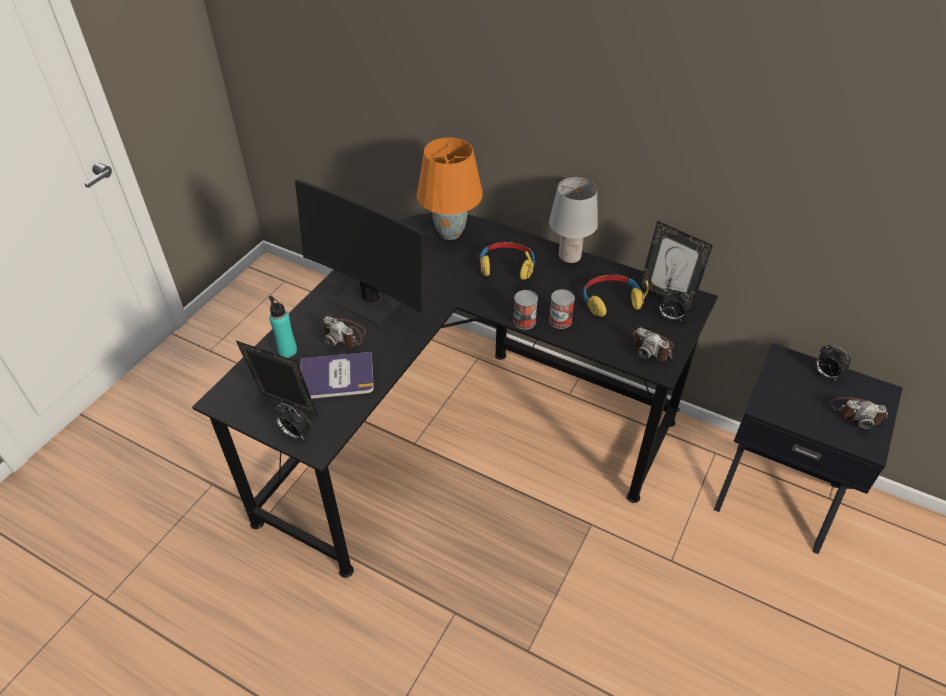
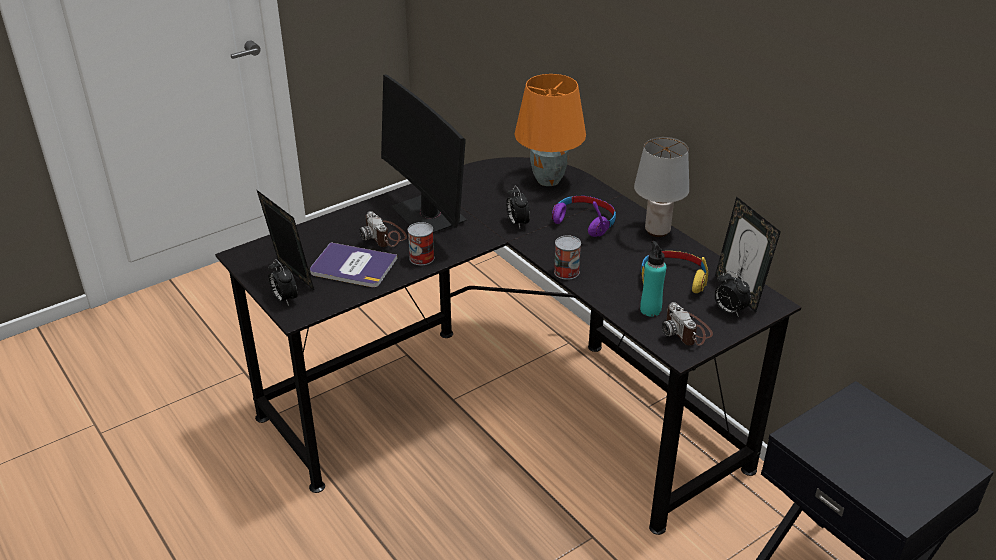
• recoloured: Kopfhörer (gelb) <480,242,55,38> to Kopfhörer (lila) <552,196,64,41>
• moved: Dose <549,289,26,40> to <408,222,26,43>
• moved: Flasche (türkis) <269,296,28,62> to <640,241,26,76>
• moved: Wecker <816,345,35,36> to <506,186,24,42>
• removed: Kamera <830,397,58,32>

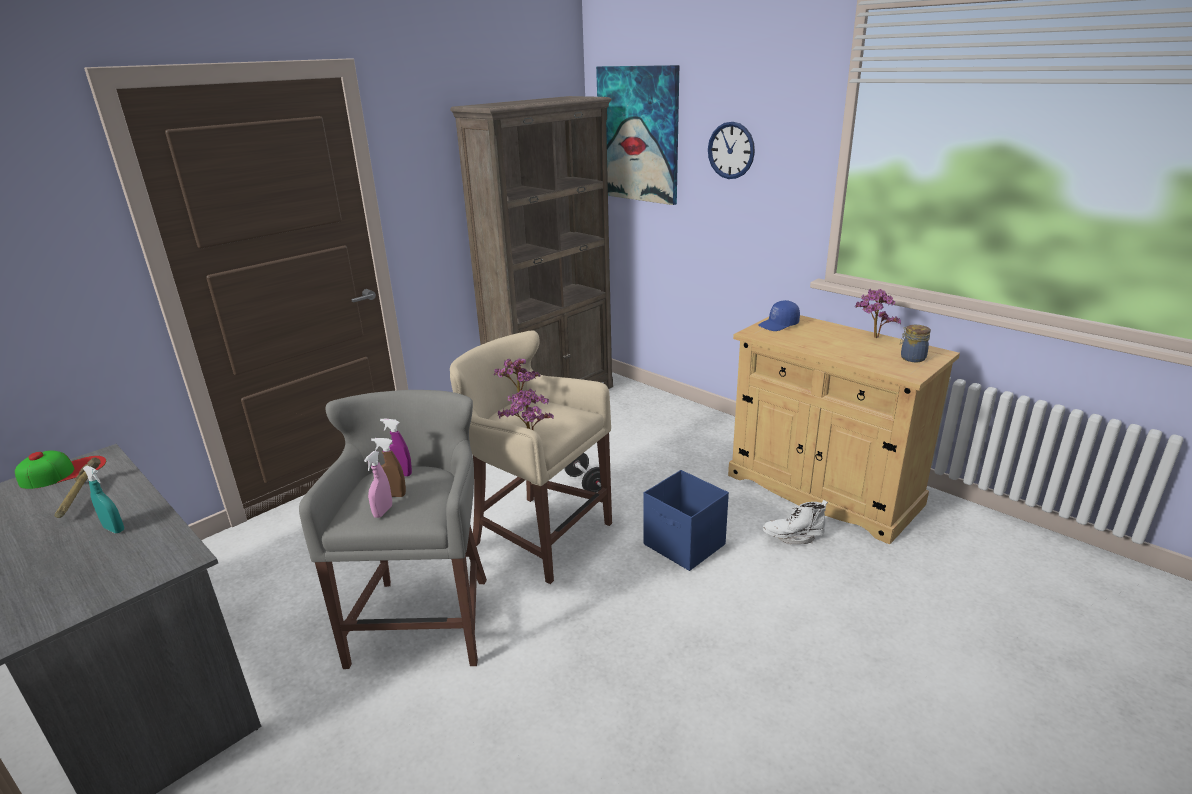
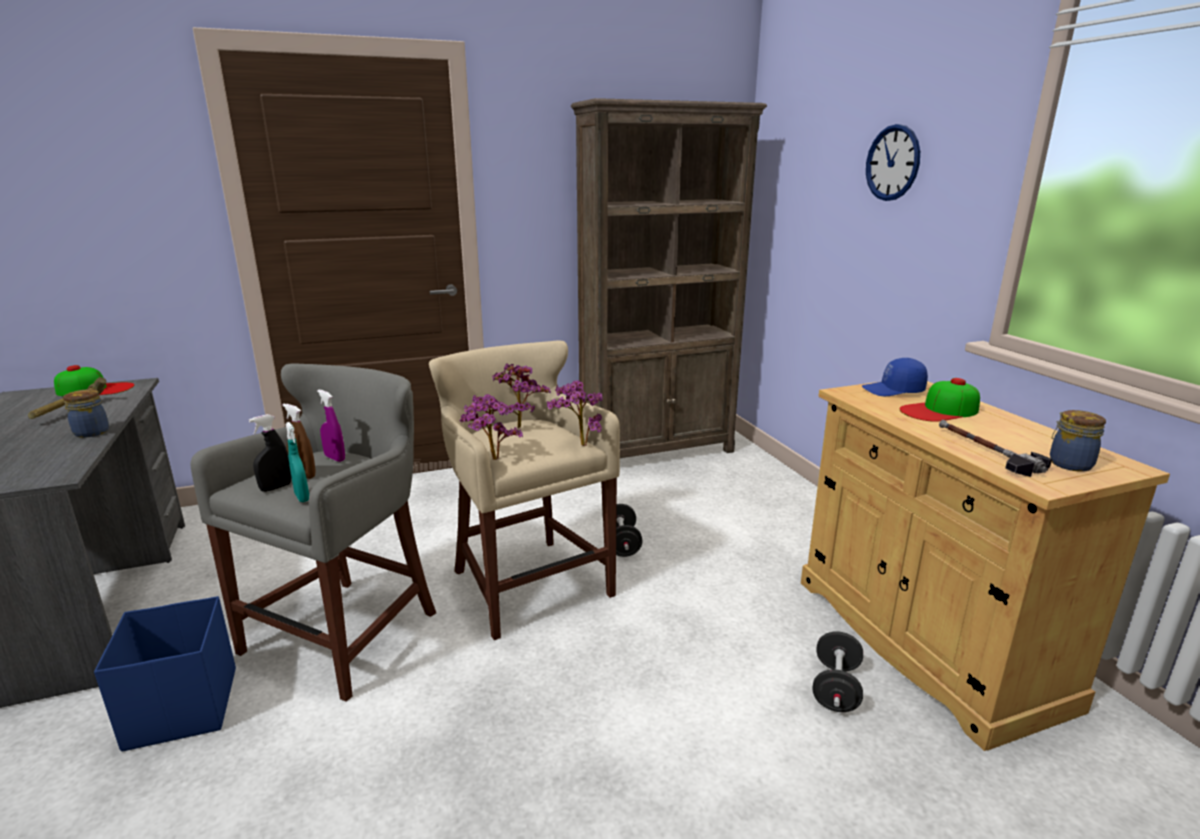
• removed: Bild <596,65,83,140>
• moved: Topfpflanze <855,289,46,49> to <547,380,55,66>
• recoloured: Sprühflasche (rosa) <364,451,28,67> to Sprühflasche (schwarz) <249,414,42,78>
• moved: Sprühflasche (türkis) <83,465,41,68> to <285,422,24,80>
• moved: Aufbewahrungsbox (blau) <643,470,86,101> to <94,596,142,155>
• replaced: Stiefel (weiß) <762,500,66,44> to Hantel (schwarz) <813,631,50,81>
• added: Kappe <900,378,80,44>
• added: Vorratsglas <63,389,46,49>
• added: Hammer <939,420,113,57>

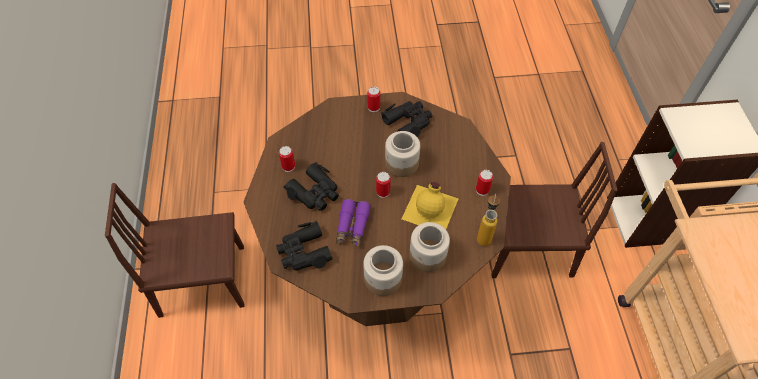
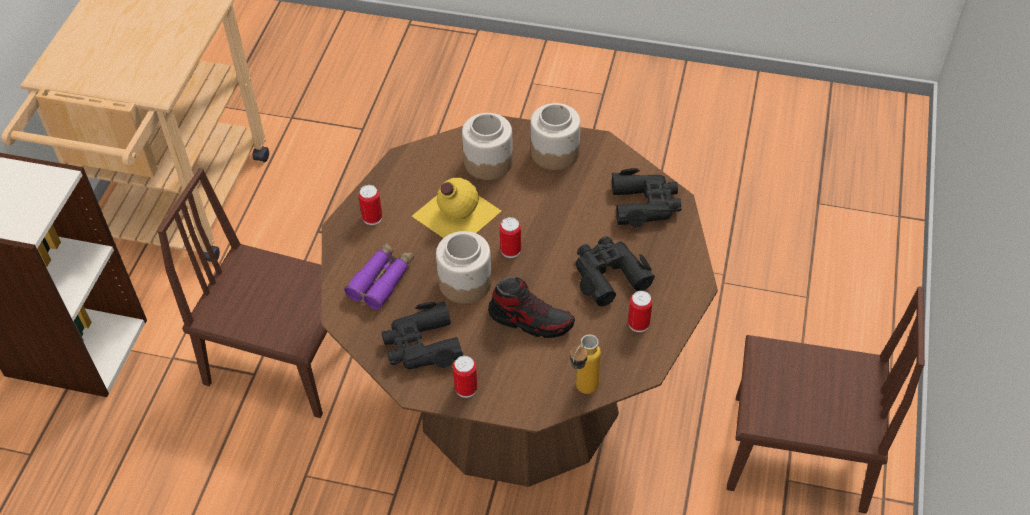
• moved: Flasche <477,193,23,53> to <570,335,31,59>
• moved: Fernglas (lila) <336,199,35,48> to <344,242,70,68>
• added: Schuh <488,277,87,61>

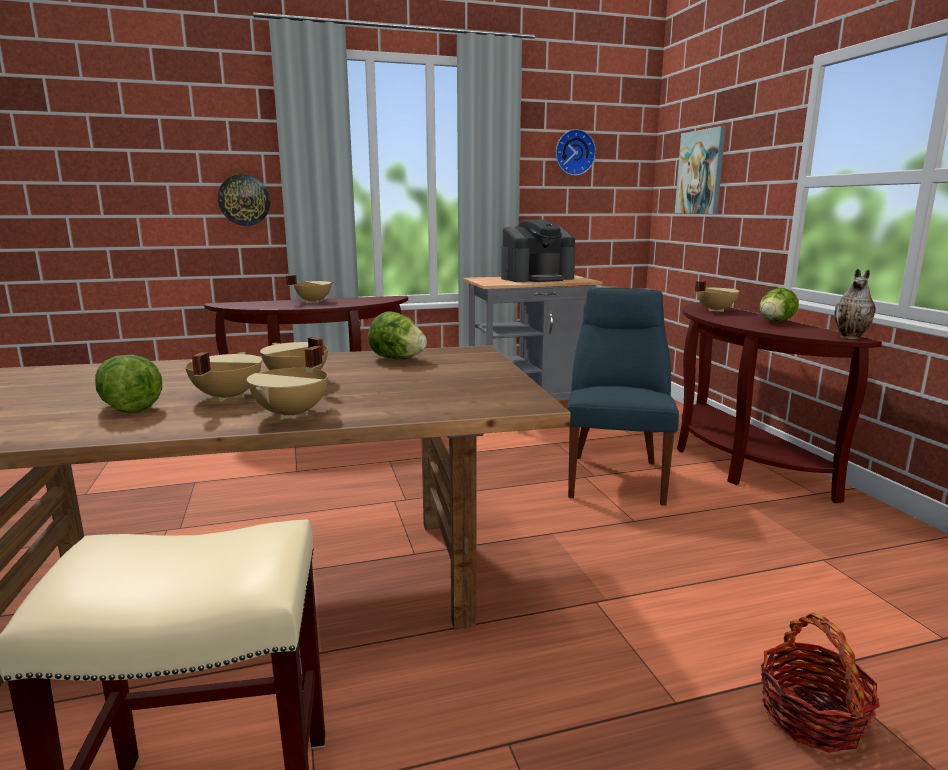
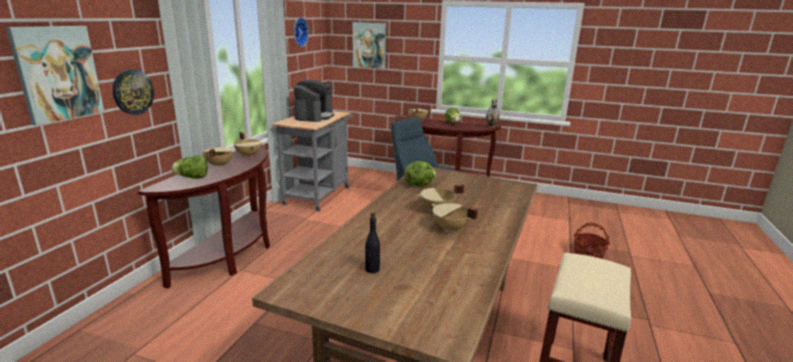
• moved: Kochtopf (beige) <247,346,81,74> to <234,132,28,25>
• moved: Salatkopf <95,355,67,58> to <171,155,37,24>
• added: Bild <6,26,98,100>
• added: Flasche (schwarz) <365,212,15,61>

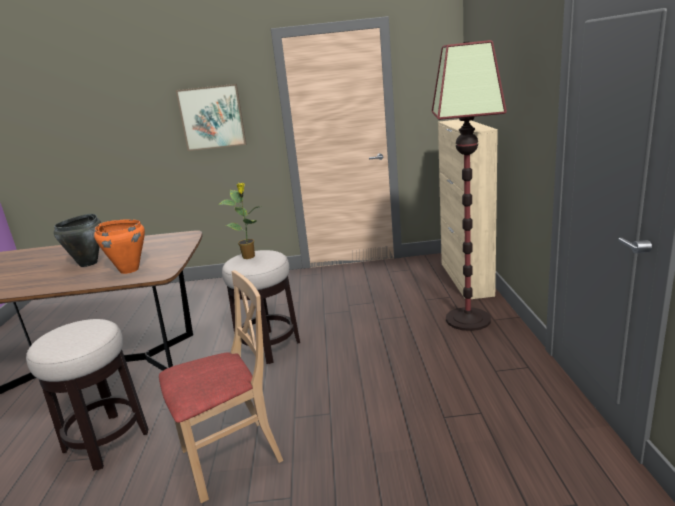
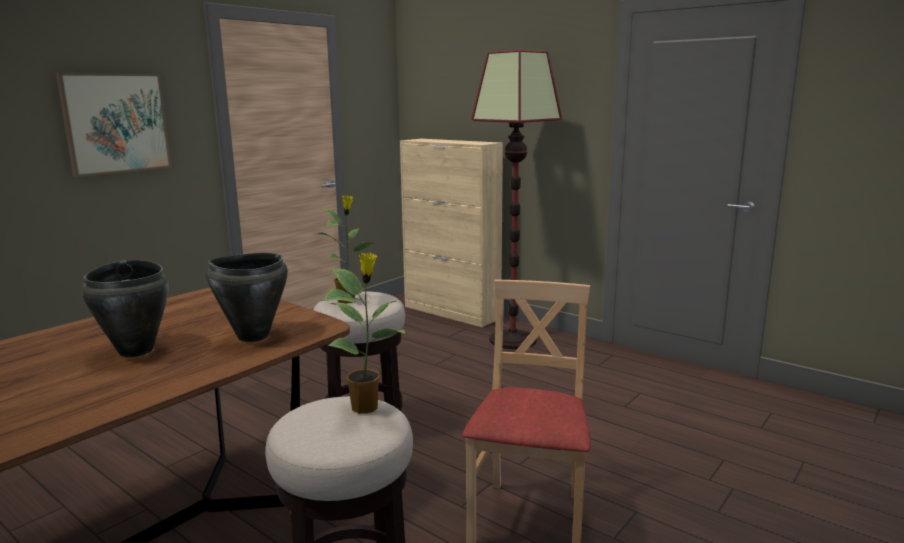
• recoloured: Kochtopf (orange) <94,219,51,55> to Kochtopf (schwarz) <206,253,82,89>
• added: Topfpflanze <322,252,84,162>

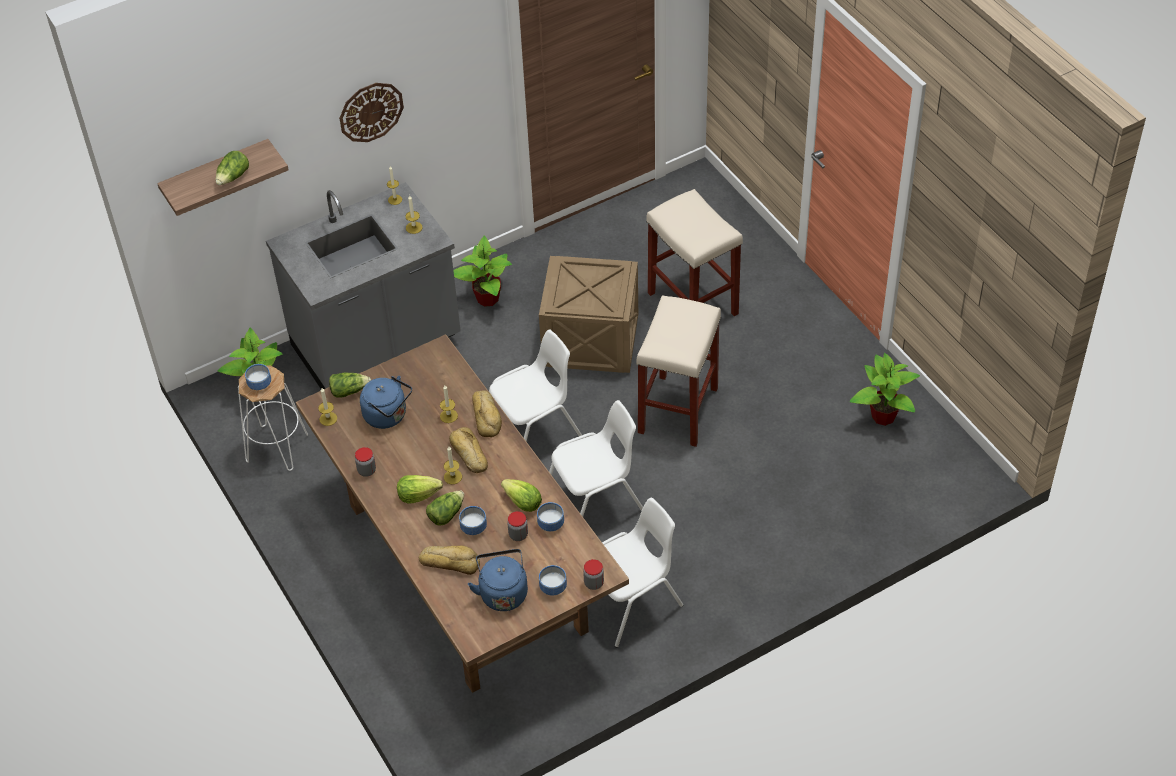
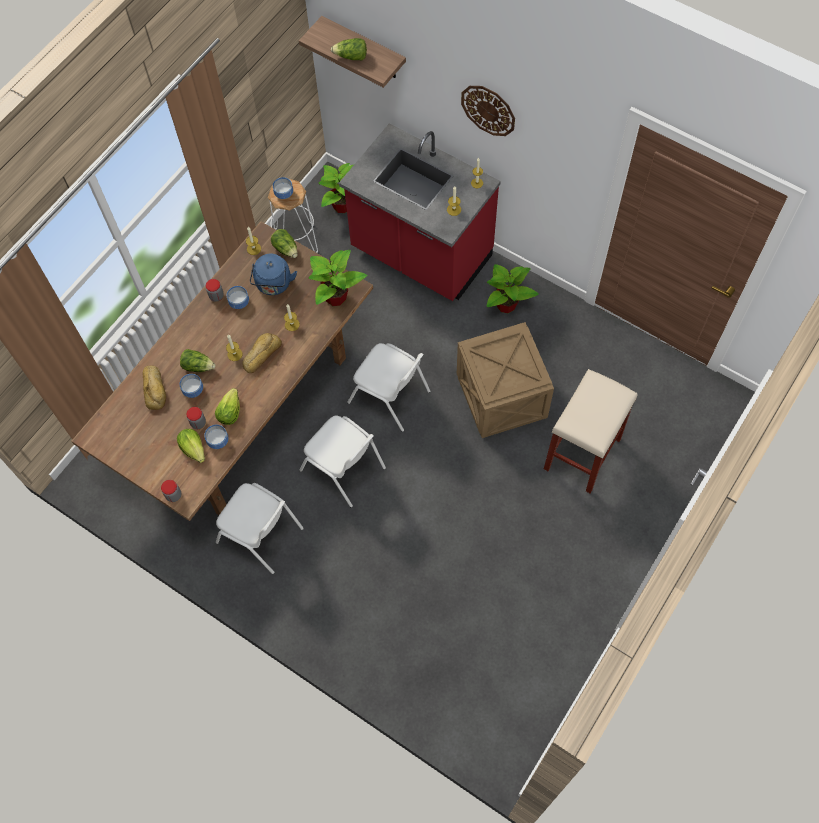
• recoloured: Küchenzeile (grau) <266,182,195,207> to Küchenzeile (rot) <339,123,162,178>
• removed: Hocker (beige) <636,295,85,152>
• moved: Topfpflanze <850,353,70,73> to <308,250,59,56>
• removed: Brot <472,390,30,47>
• moved: Salatkopf <397,475,46,29> to <177,429,28,34>
• removed: Wasserkessel (blau) <468,549,60,62>
• moved: Schüssel <539,565,28,30> to <227,286,22,23>

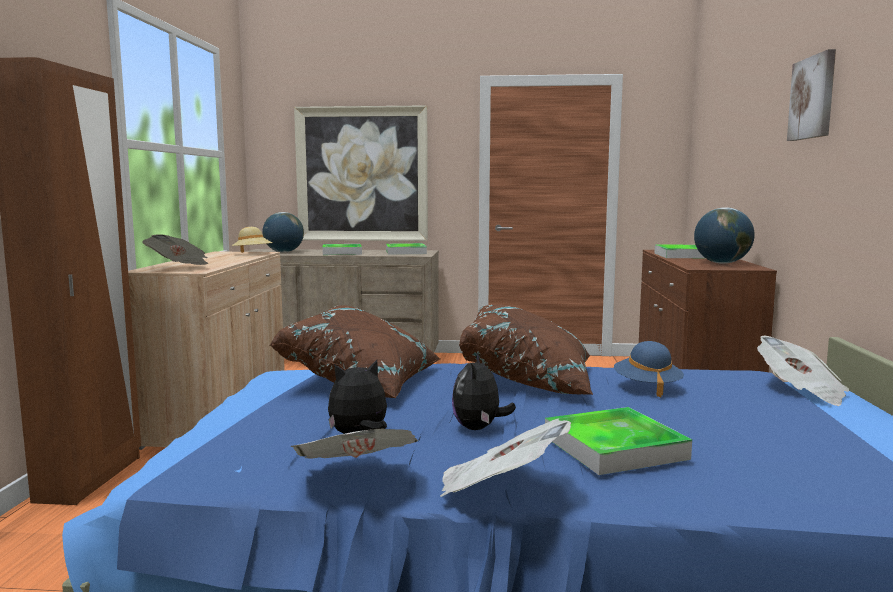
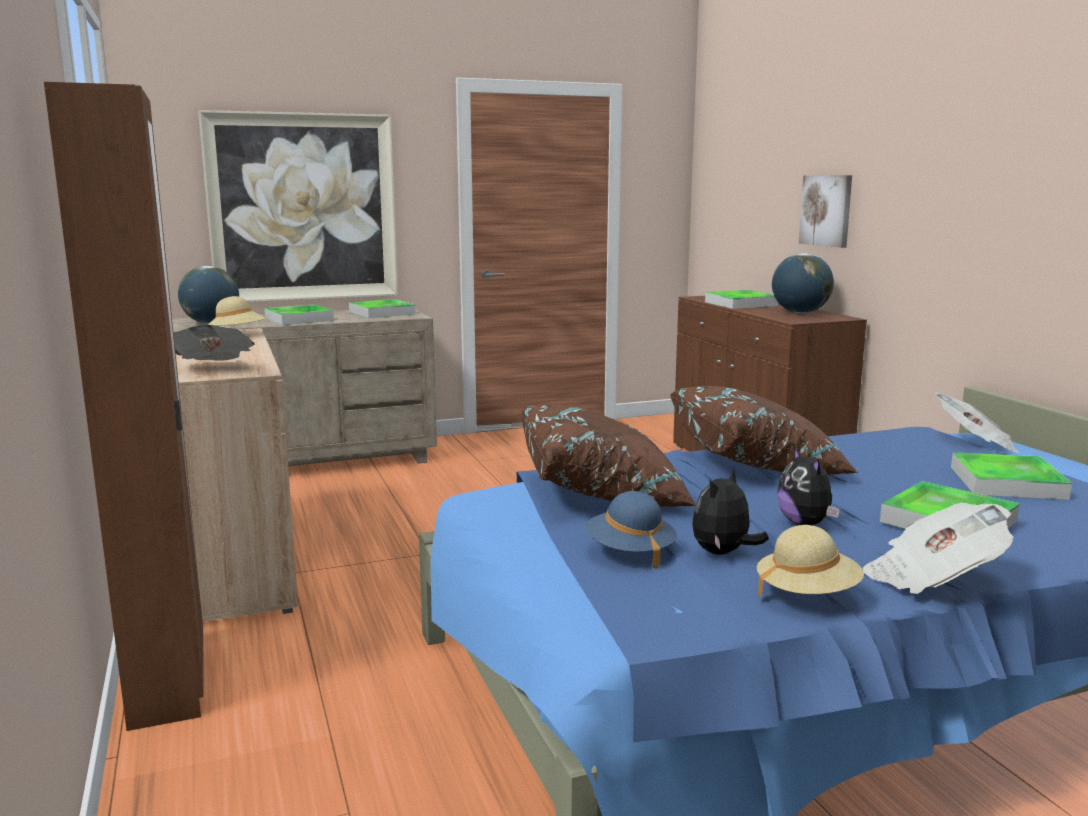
• moved: Bild <787,49,49,92> to <799,175,53,73>
• moved: Hut (blau) <614,341,70,56> to <585,491,92,78>
• replaced: Zeitung <291,429,127,30> to Hut (beige) <757,525,107,73>
• added: Tablett <951,452,121,48>

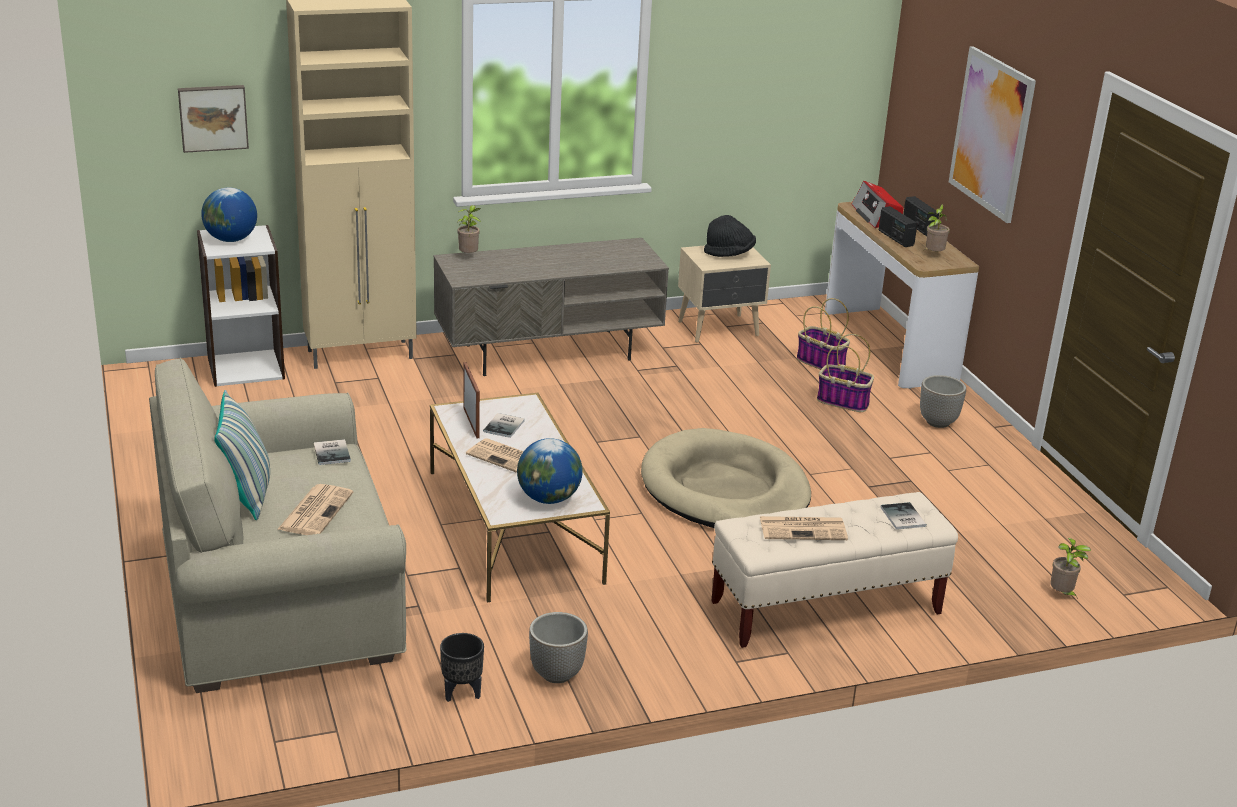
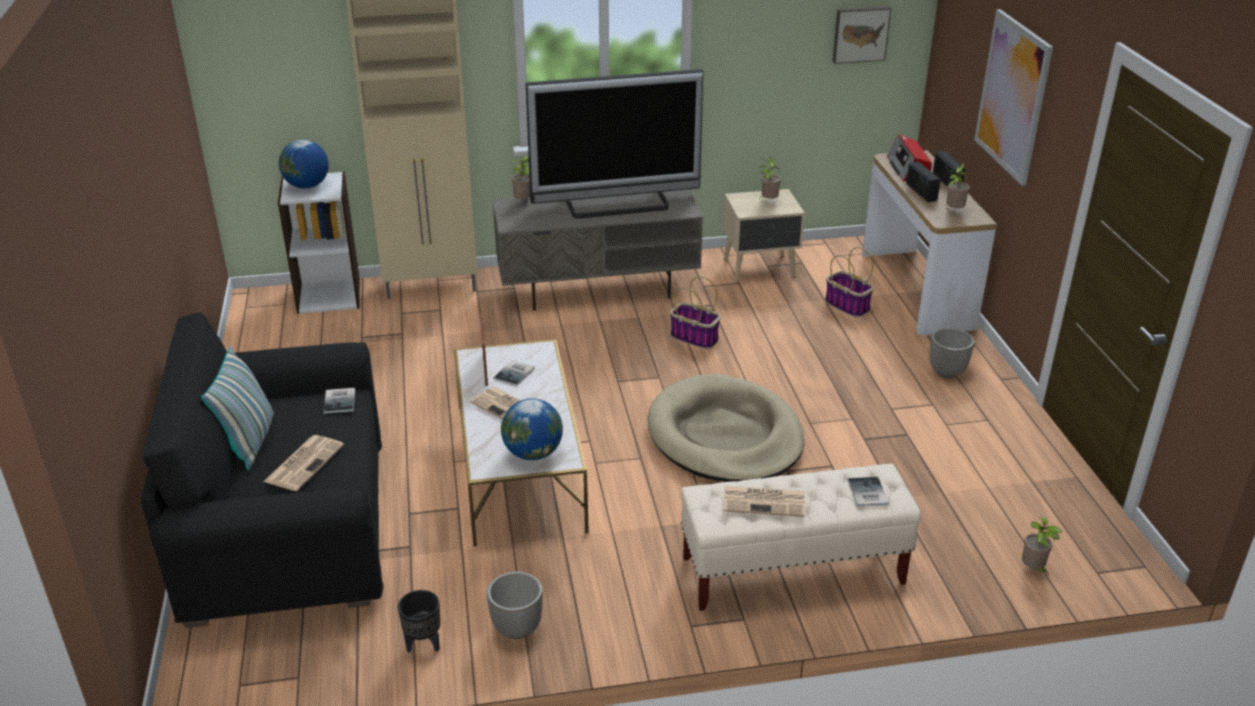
• moved: Bild <178,85,71,68> to <832,6,60,58>
• replaced: Hut (schwarz) <704,215,52,42> to Topfpflanze <759,157,22,42>
• moved: Korb <817,334,57,78> to <670,276,51,73>
• recoloured: Sofa (beige) <149,358,257,335> to Sofa (schwarz) <141,312,242,316>
• added: Fernseher <526,69,177,150>

